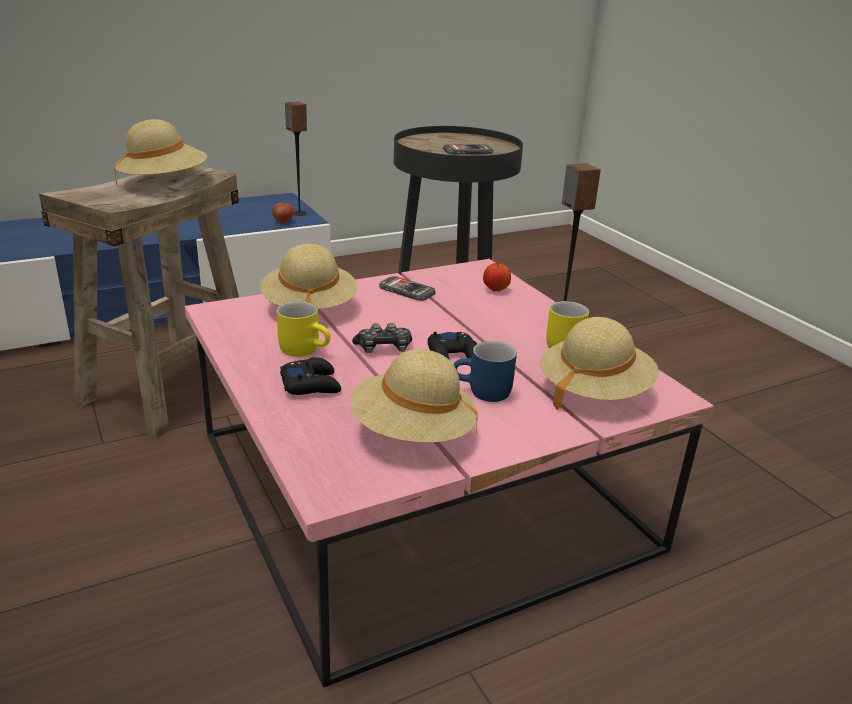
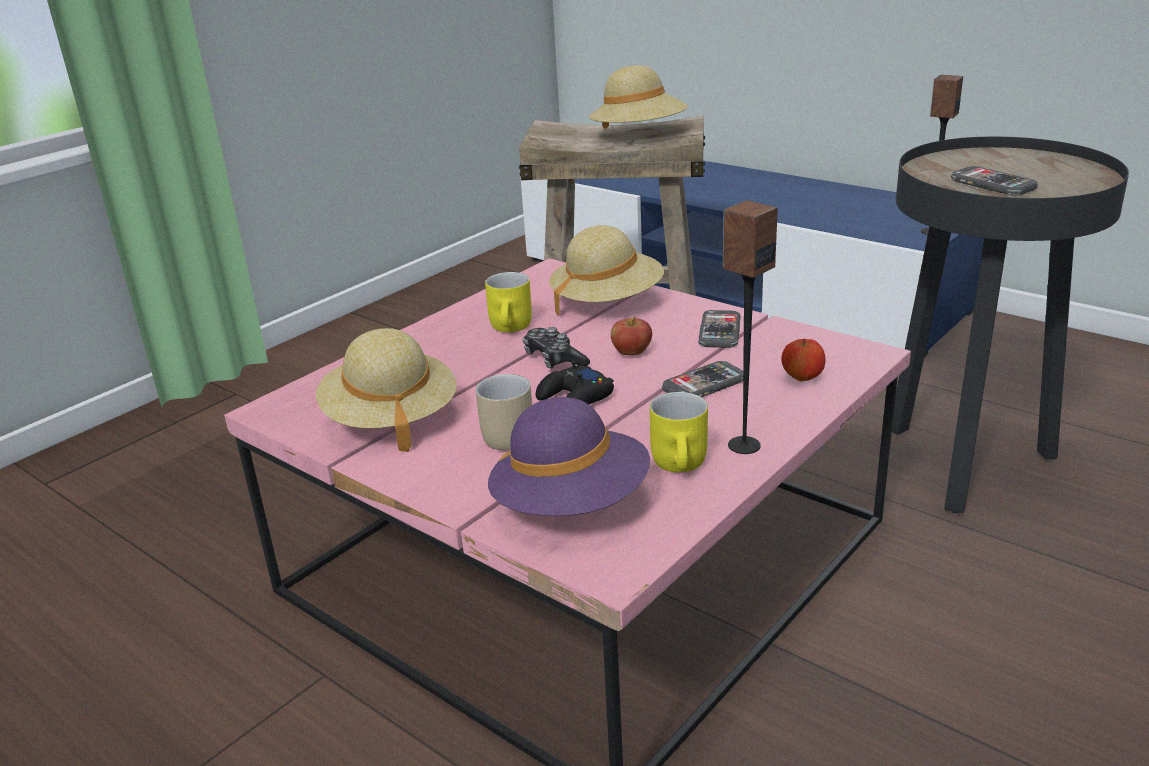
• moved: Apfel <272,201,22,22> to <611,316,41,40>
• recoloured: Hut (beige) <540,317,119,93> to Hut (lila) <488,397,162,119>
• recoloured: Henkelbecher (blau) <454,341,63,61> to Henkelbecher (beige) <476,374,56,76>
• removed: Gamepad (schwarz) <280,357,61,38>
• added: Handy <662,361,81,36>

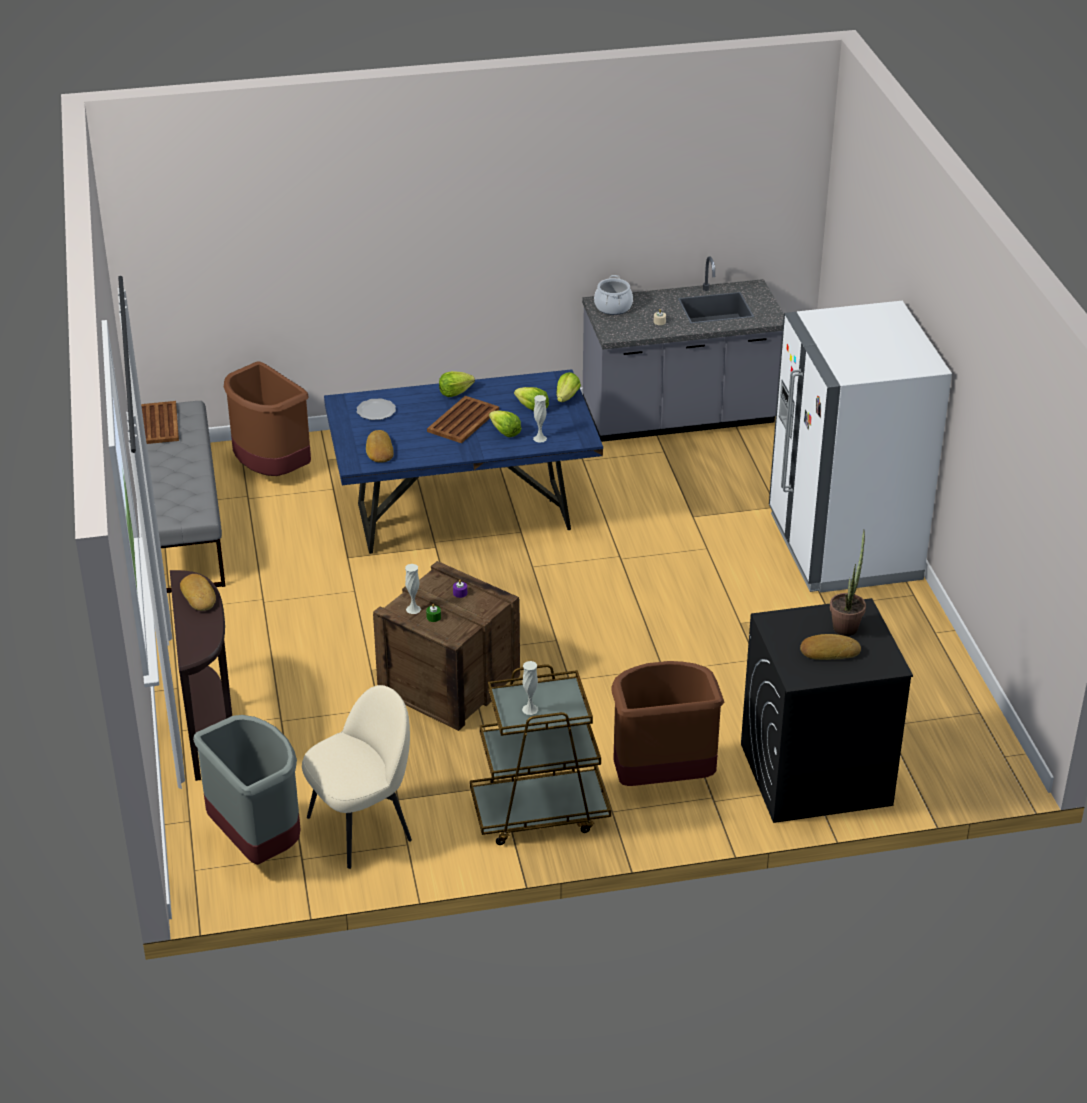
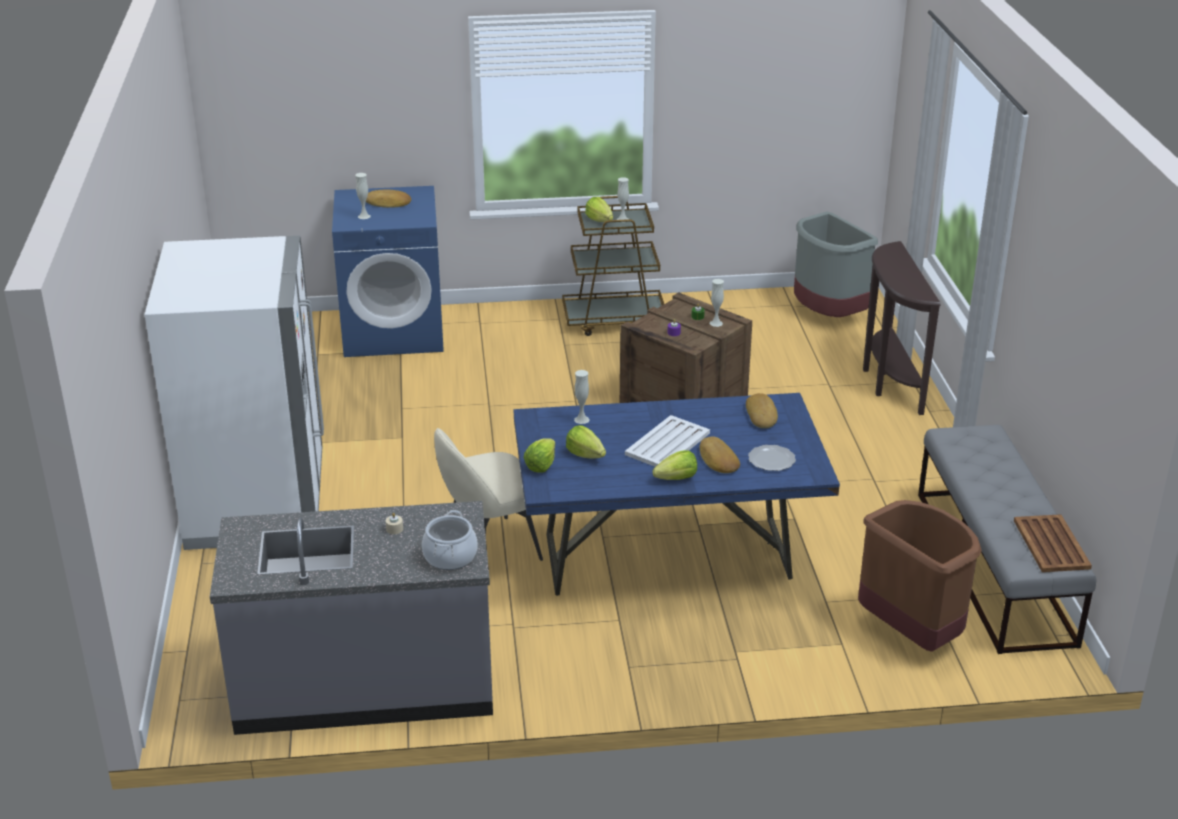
• recoloured: Tablett (braun) <427,396,72,47> to Tablett (weiß) <625,415,85,52>
• moved: Salatkopf <489,410,32,27> to <585,197,28,25>
• replaced: Topfpflanze <830,529,36,107> to Vase (weiß) <355,173,16,46>
• moved: Brot <180,574,36,37> to <699,437,41,36>
• recoloured: Waschmaschine (schwarz) <741,598,172,225> to Waschmaschine (blau) <332,186,112,171>
• removed: Mülleimer (braun) <612,661,113,125>
• moved: Stuhl (beige) <302,685,110,184> to <434,428,109,133>

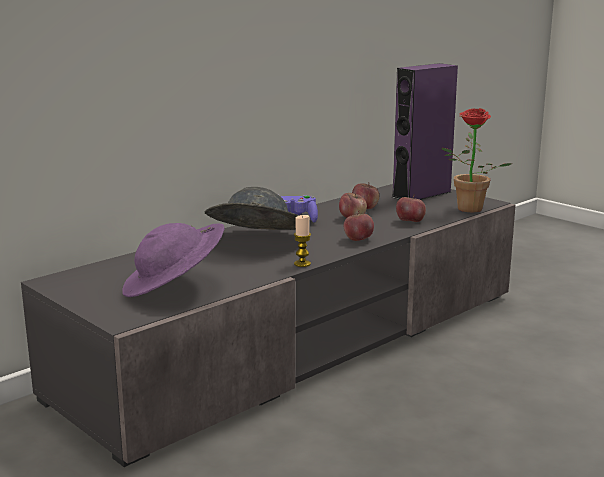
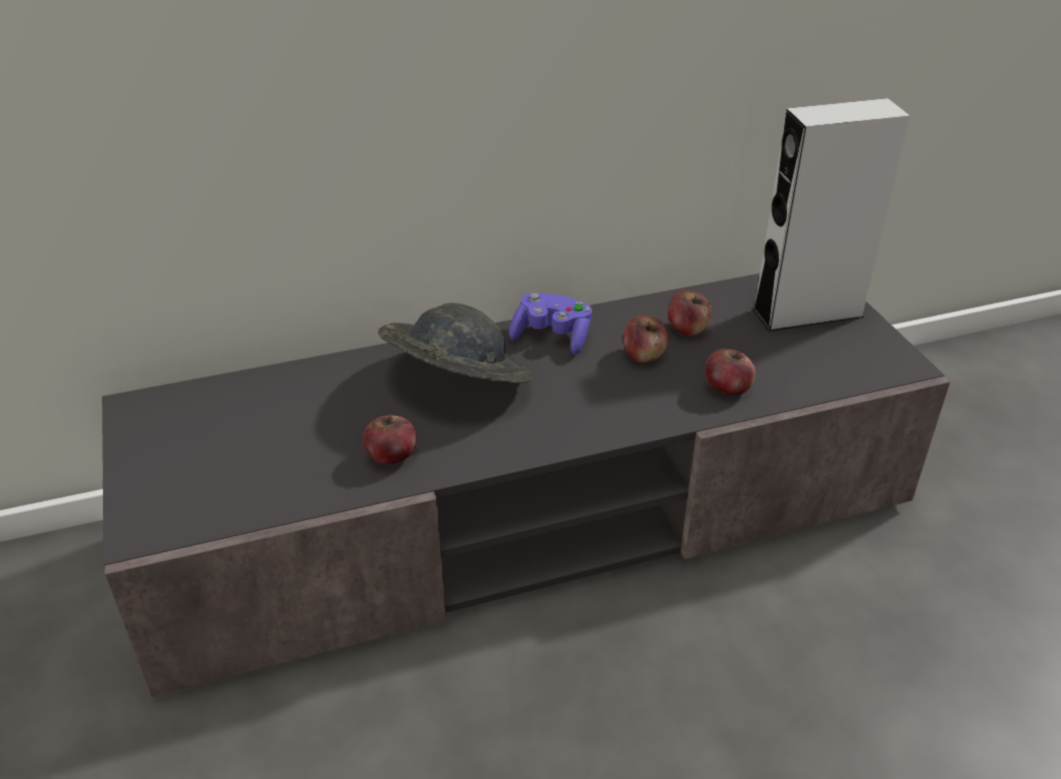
• recoloured: Lautsprecher (lila) <392,63,66,137> to Lautsprecher (grau) <752,98,158,233>
• removed: Topfpflanze <441,108,72,104>
• moved: Apfel <344,210,30,31> to <363,414,54,51>
• removed: Kerze <294,215,17,52>
• removed: Hut (lila) <122,223,103,74>

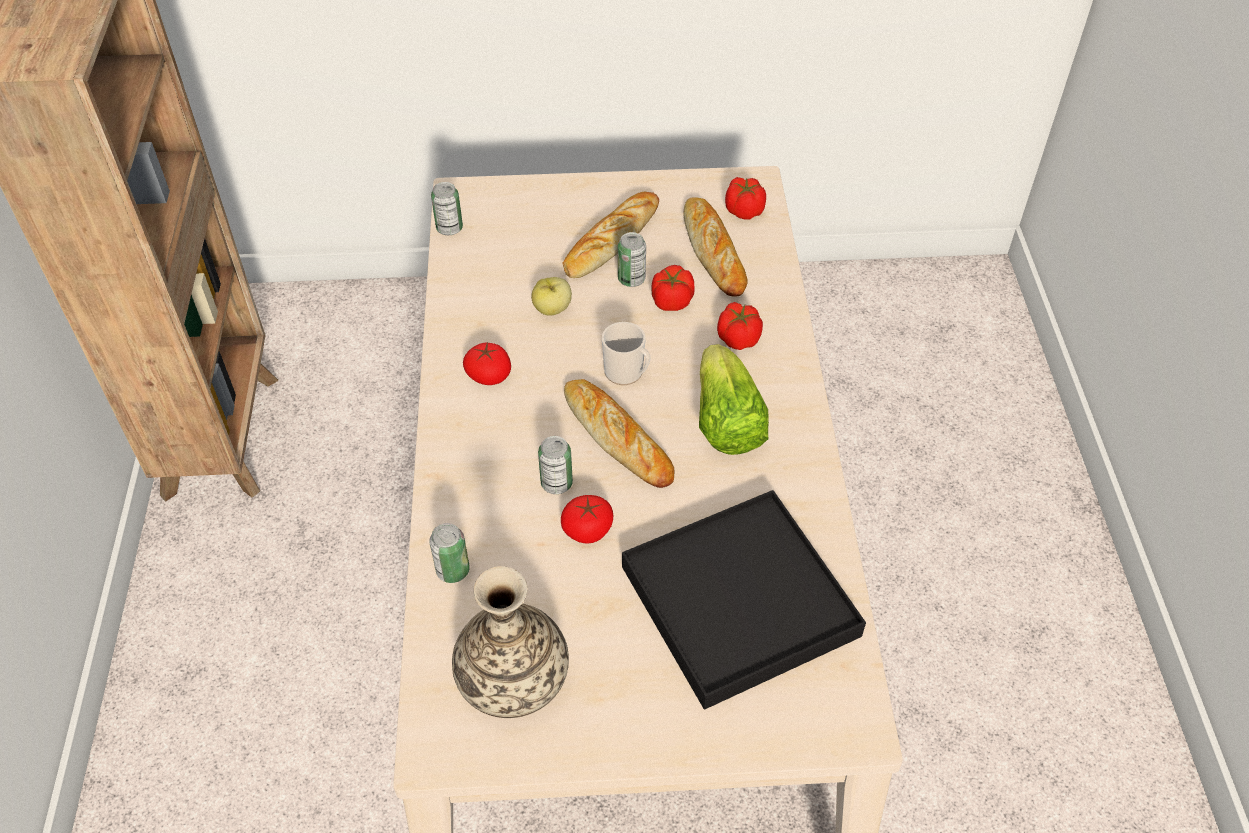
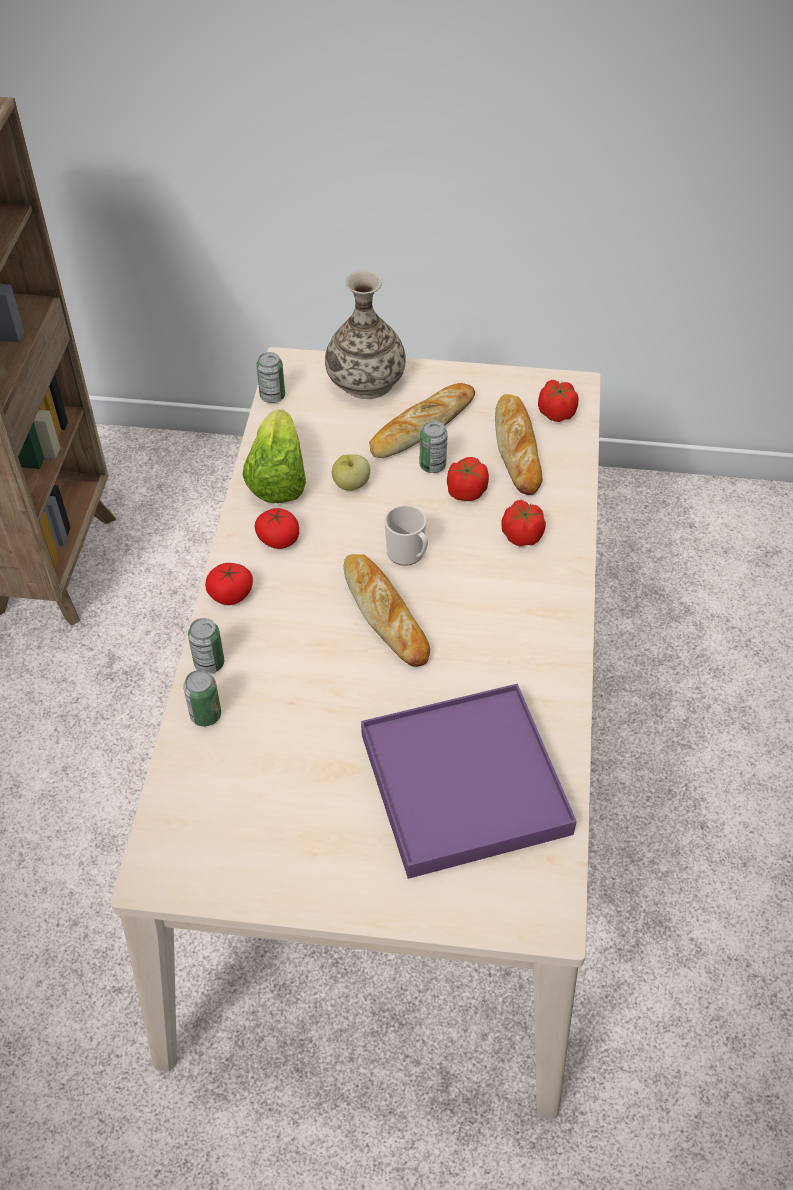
• moved: Salatkopf <699,344,70,111> to <242,409,64,94>
• moved: Dose <538,436,35,58> to <188,618,36,56>
• recoloured: Tablett (schwarz) <622,490,244,220> to Tablett (lila) <361,684,216,195>
• moved: Tomate <561,495,52,48> to <205,563,48,42>
• moved: Vase <452,566,117,152> to <325,270,81,129>

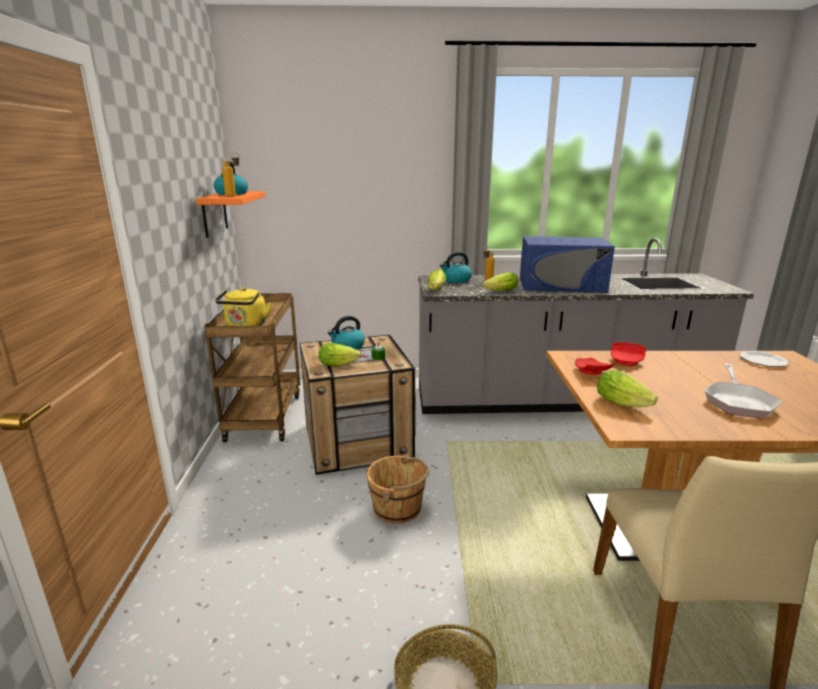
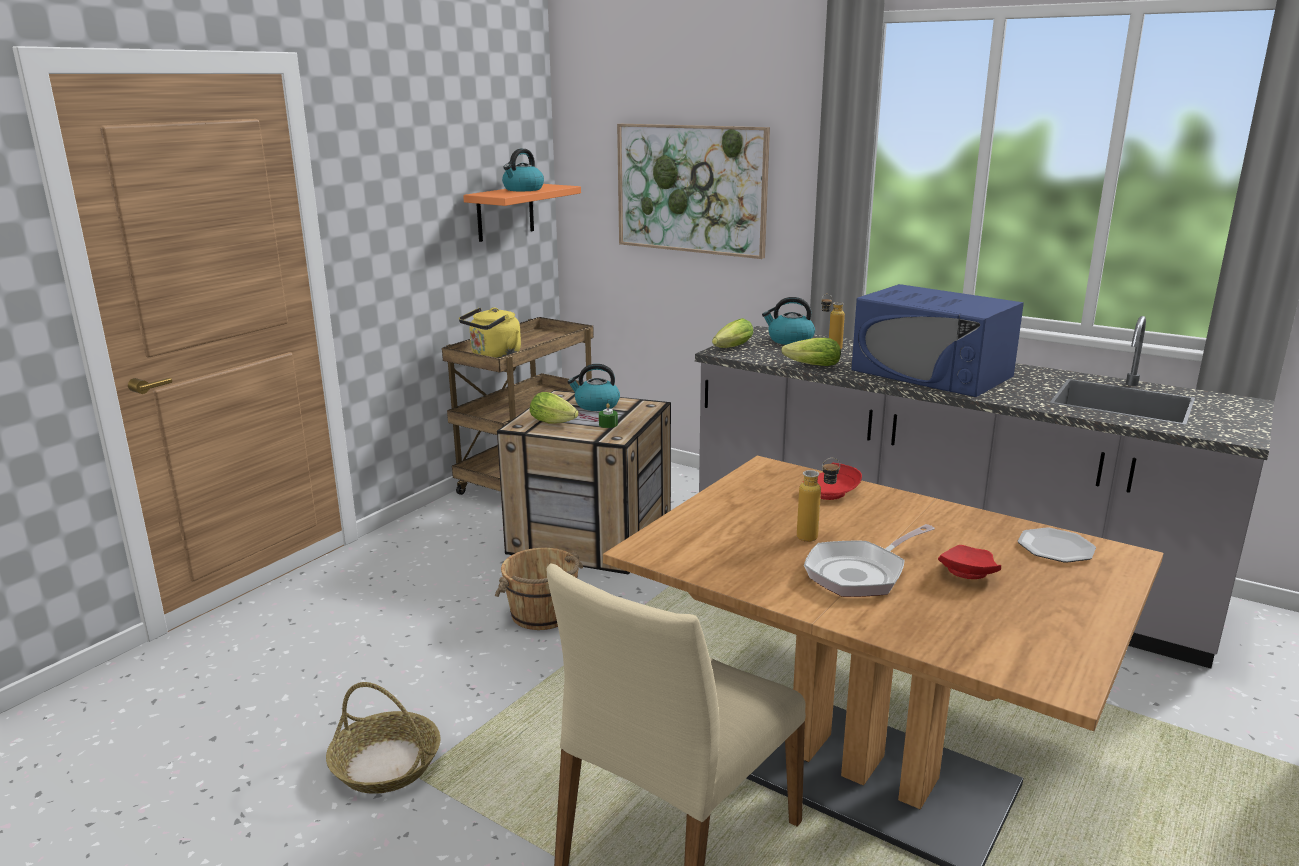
• moved: Flasche <222,153,18,44> to <797,458,43,84>
• moved: Teller (rot) <575,358,40,17> to <938,545,63,34>
• removed: Salatkopf <597,370,61,37>
• added: Bild <617,124,153,135>

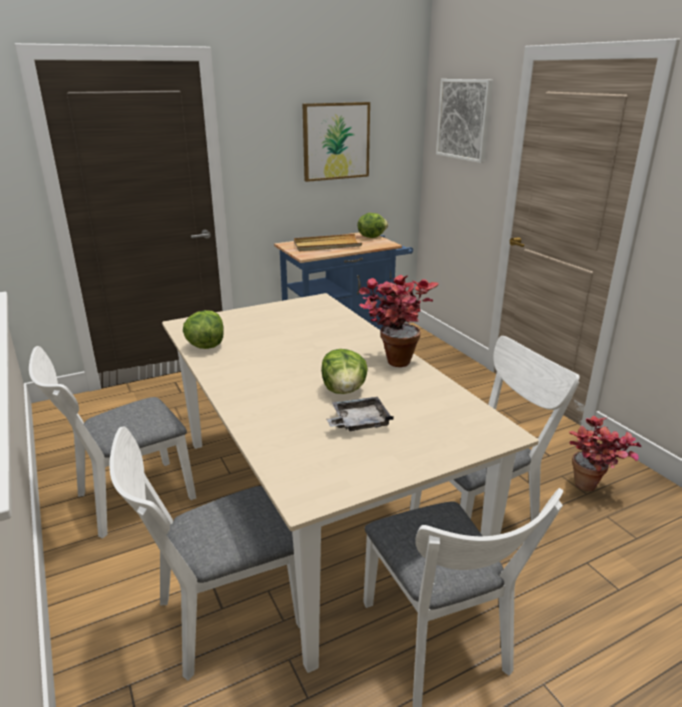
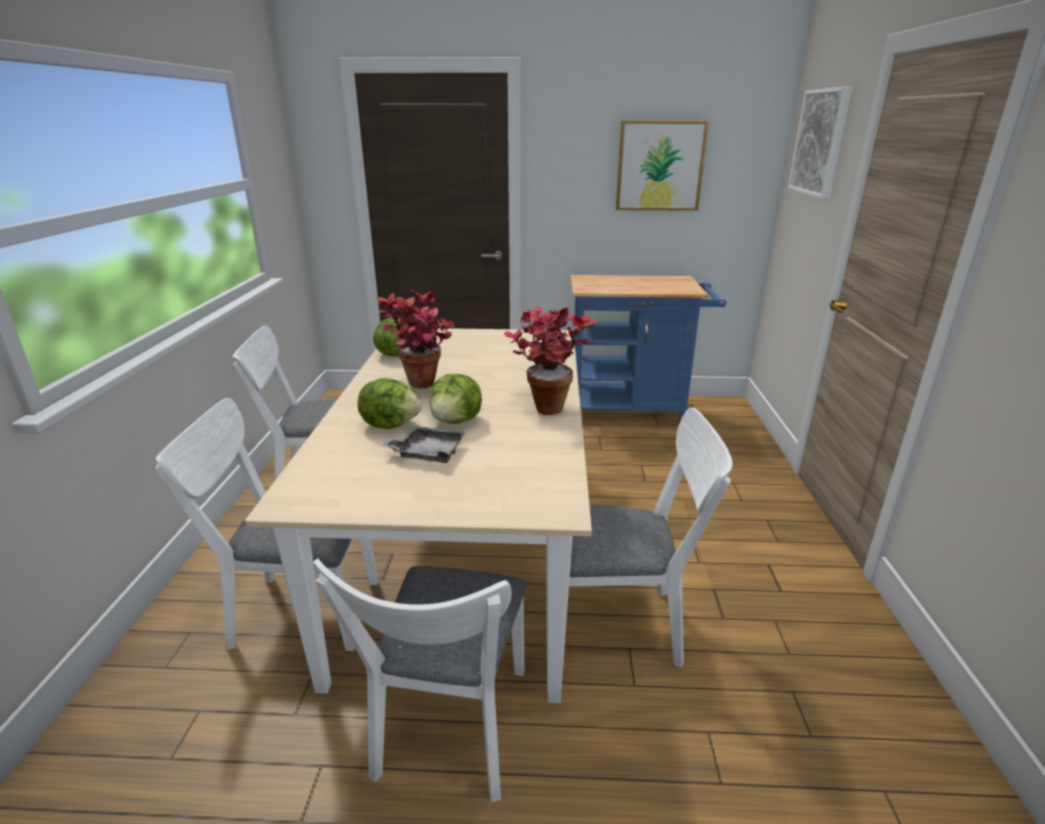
• moved: Salatkopf <358,213,30,25> to <357,378,65,51>
• removed: Tablett (beige) <294,234,68,17>
• moved: Topfpflanze <569,415,72,76> to <376,290,83,98>

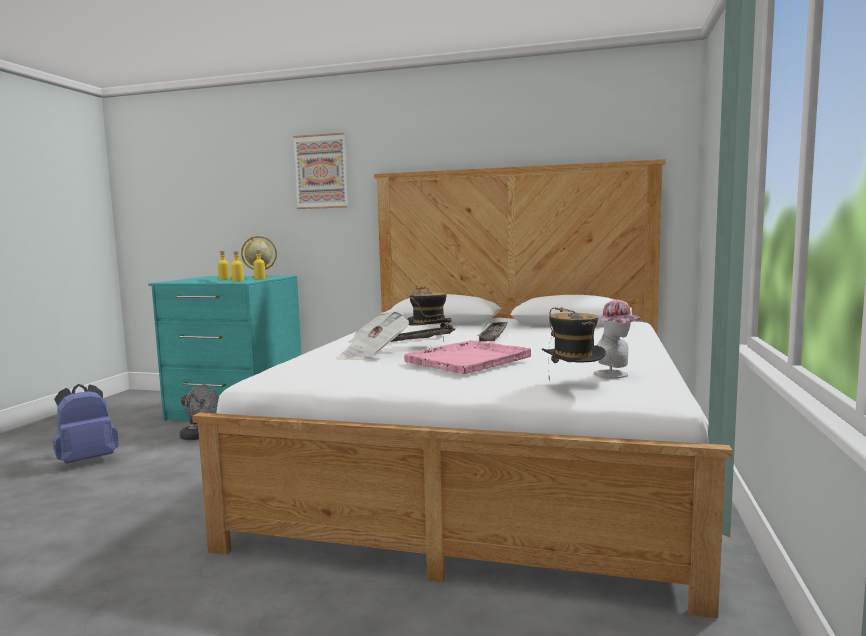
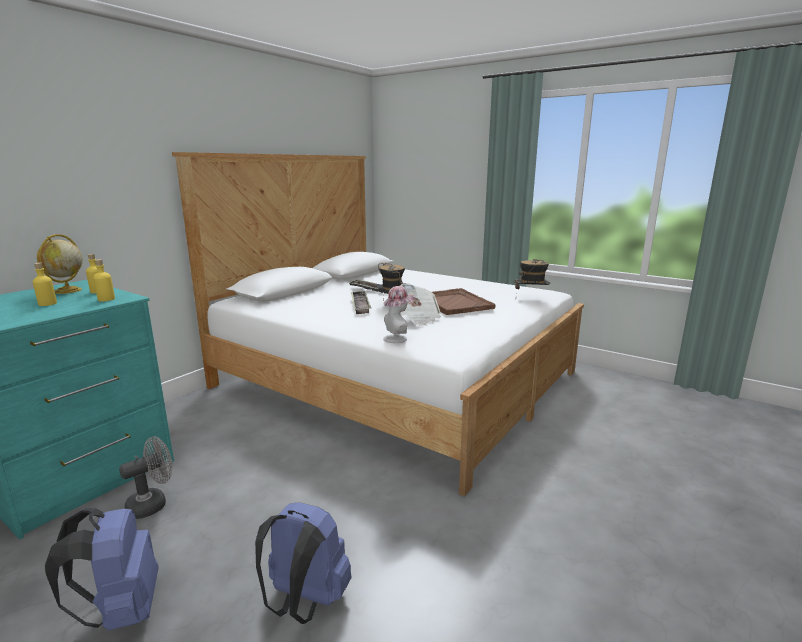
• removed: Bild <293,133,55,76>
• moved: Hut <594,300,47,78> to <383,286,32,57>
• recoloured: Tablett (rosa) <404,340,127,34> to Tablett (braun) <432,288,63,27>
• added: Rucksack (blau) <255,502,97,122>

